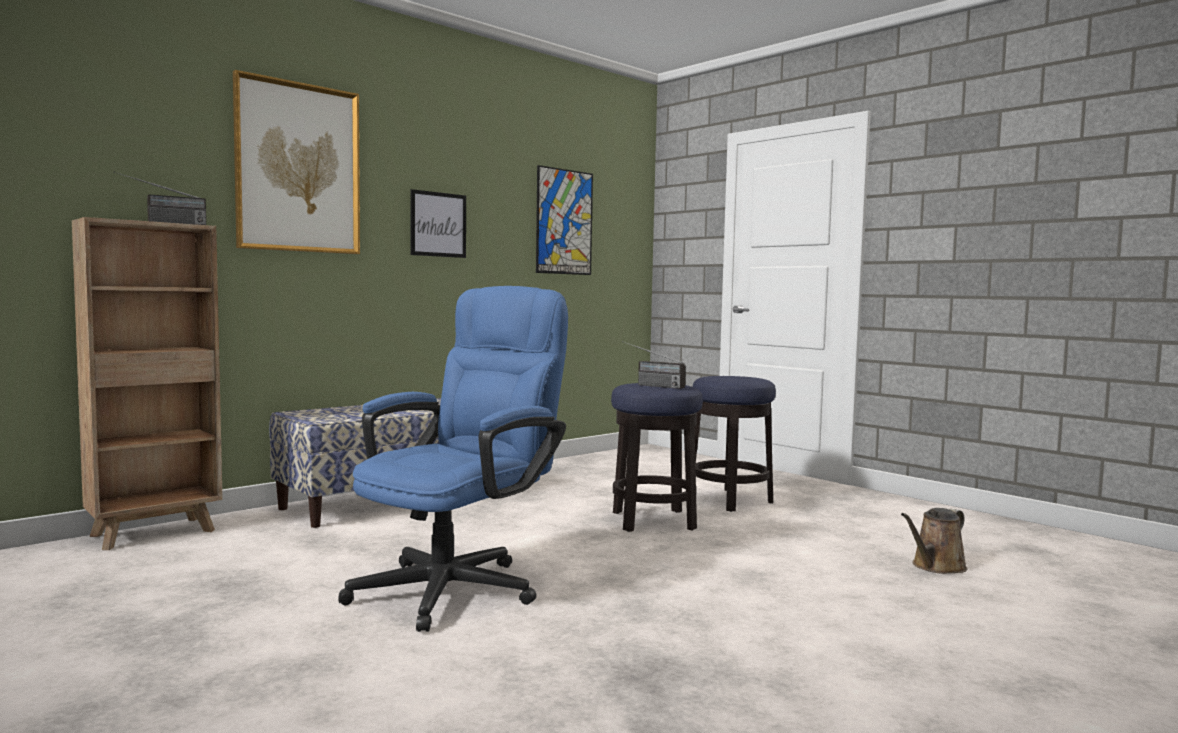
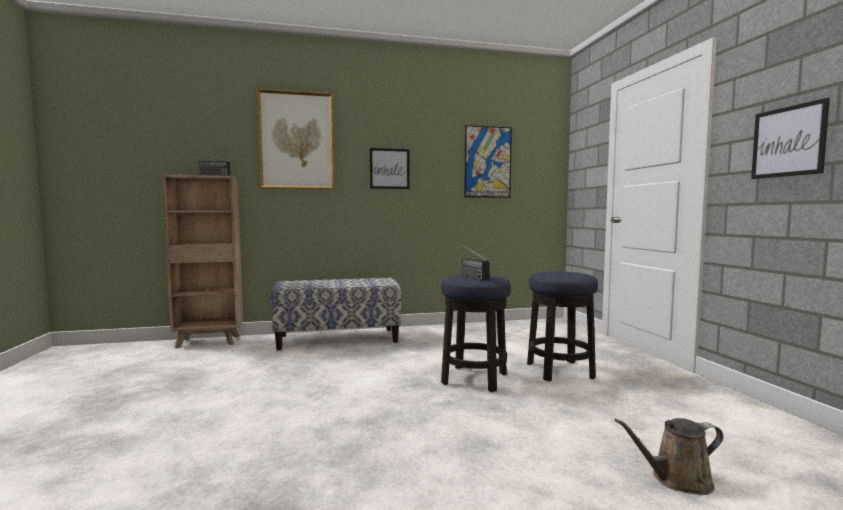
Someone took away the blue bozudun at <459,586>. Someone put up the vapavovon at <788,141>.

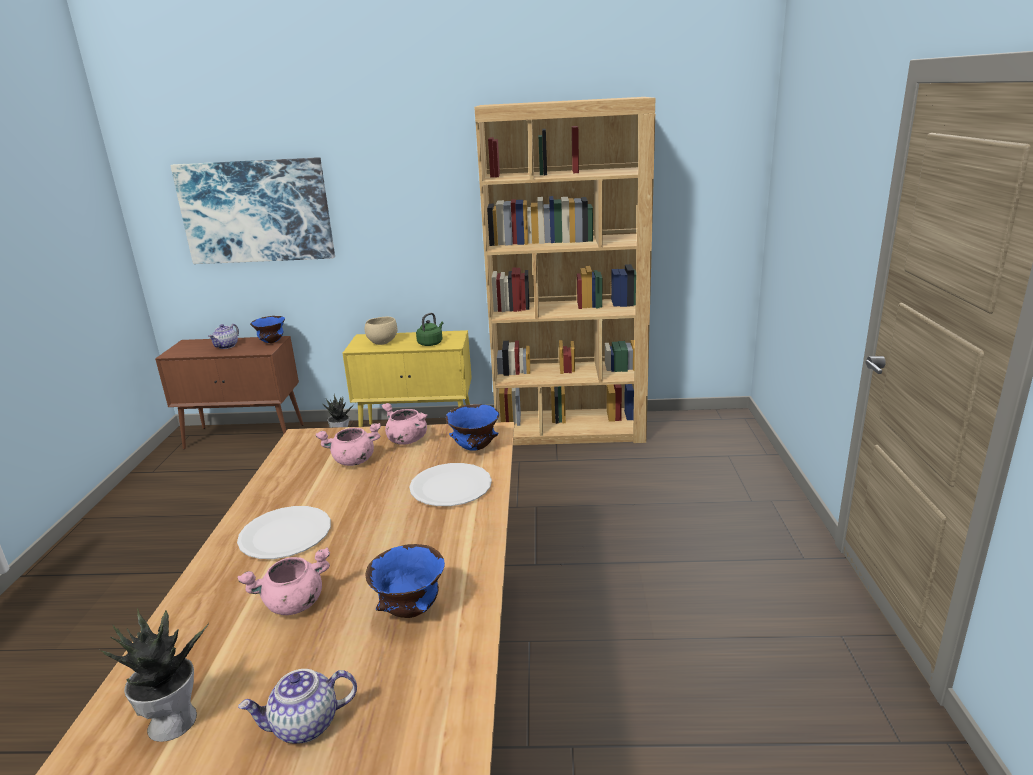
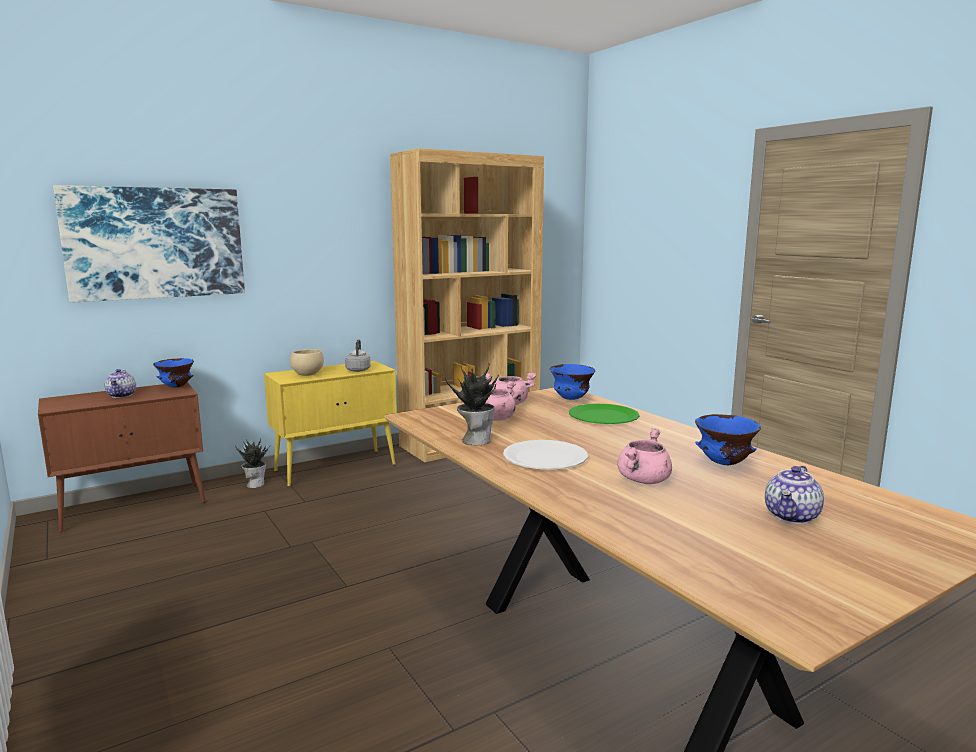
Someone carried the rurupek from <173,720> to <475,440>. Someone repainted the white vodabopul at <450,487>, which became the green vodabopul at <603,416>. Someone repainted the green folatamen at <431,343>, which became the grey folatamen at <358,370>.

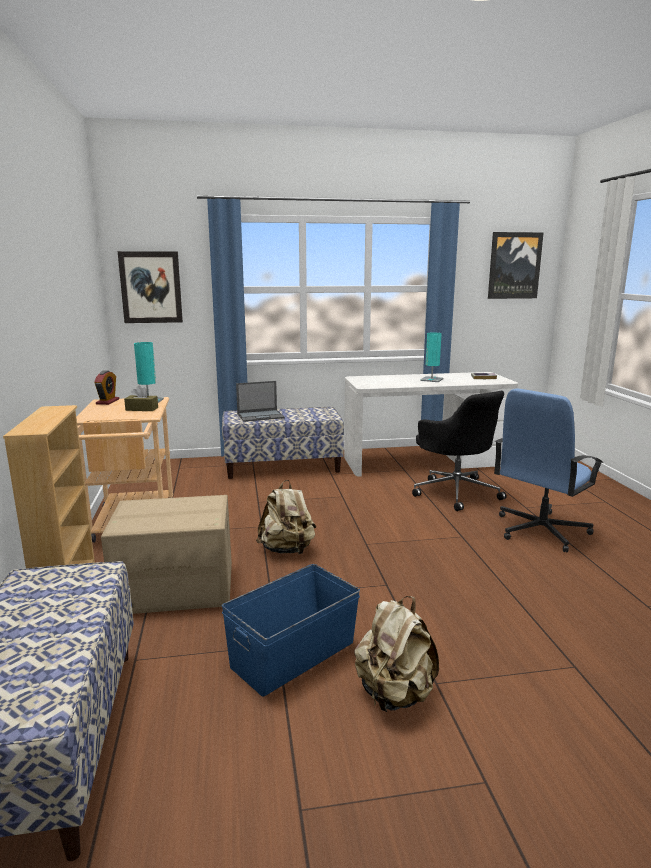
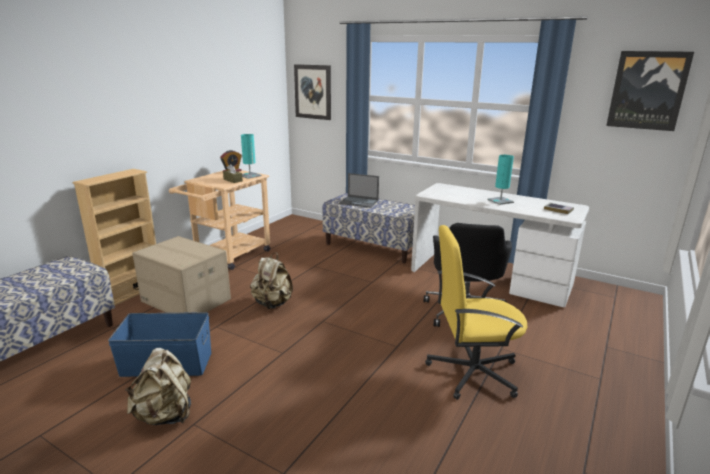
Someone repainted the blue bozudun at <540,530>, which became the yellow bozudun at <471,372>.

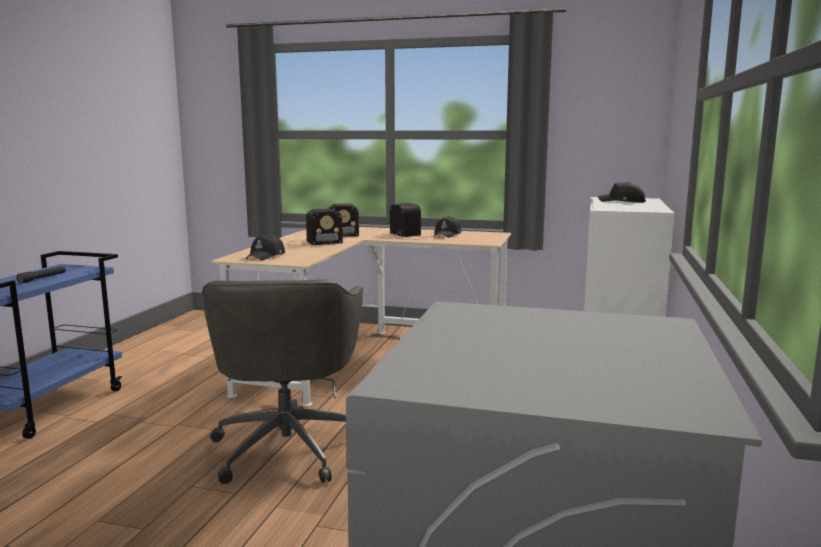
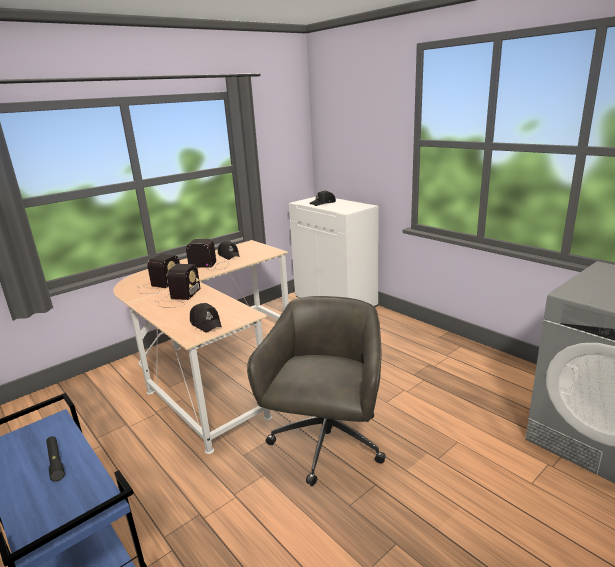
Someone rotated the grey bozudun at <288,446> by 105 degrees counterclockwise.

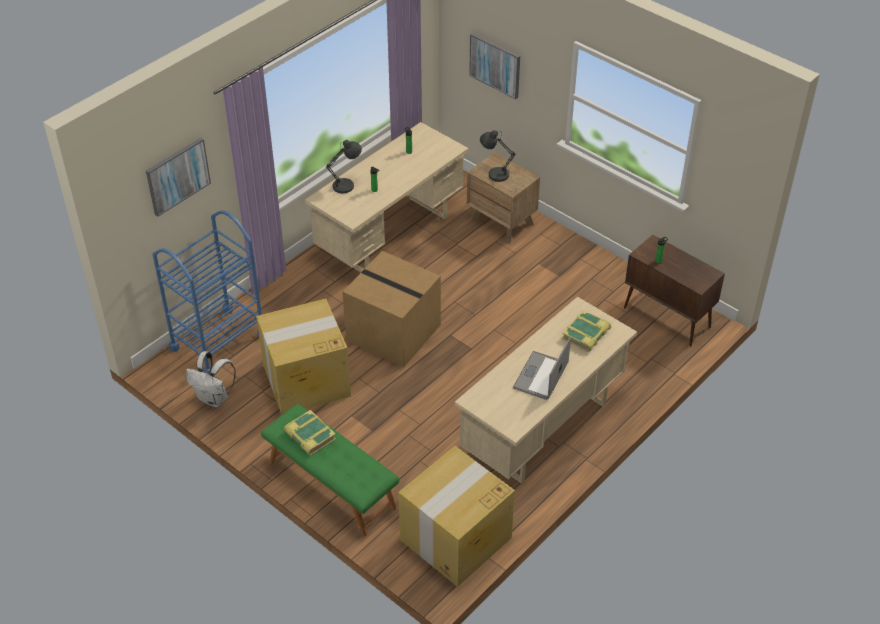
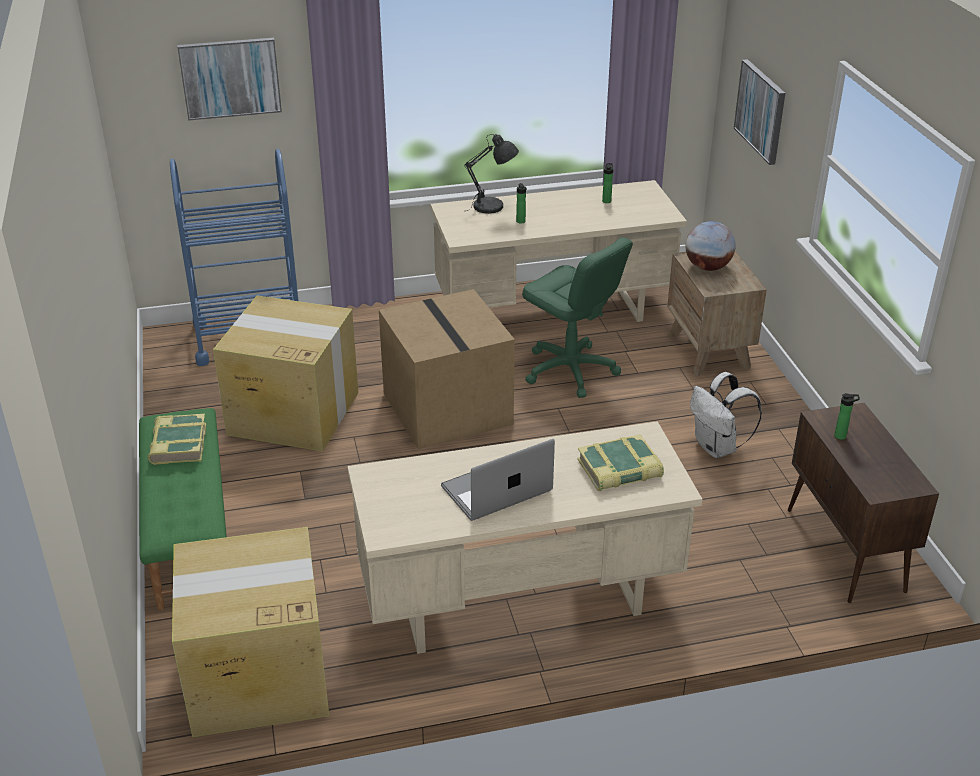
Someone put down the green bozudun at <570,370>. Someone carried the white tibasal from <214,398> to <718,448>. Someone swapped the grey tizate at <496,174> for the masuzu at <707,267>.

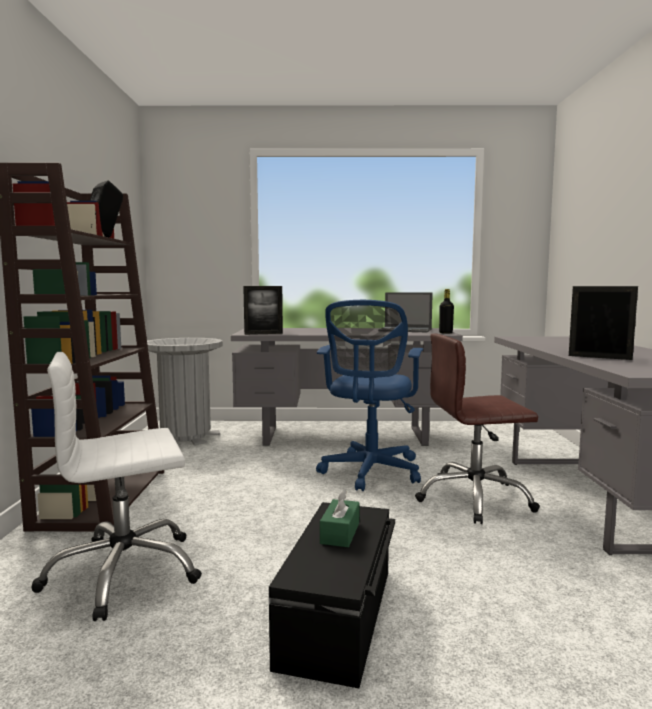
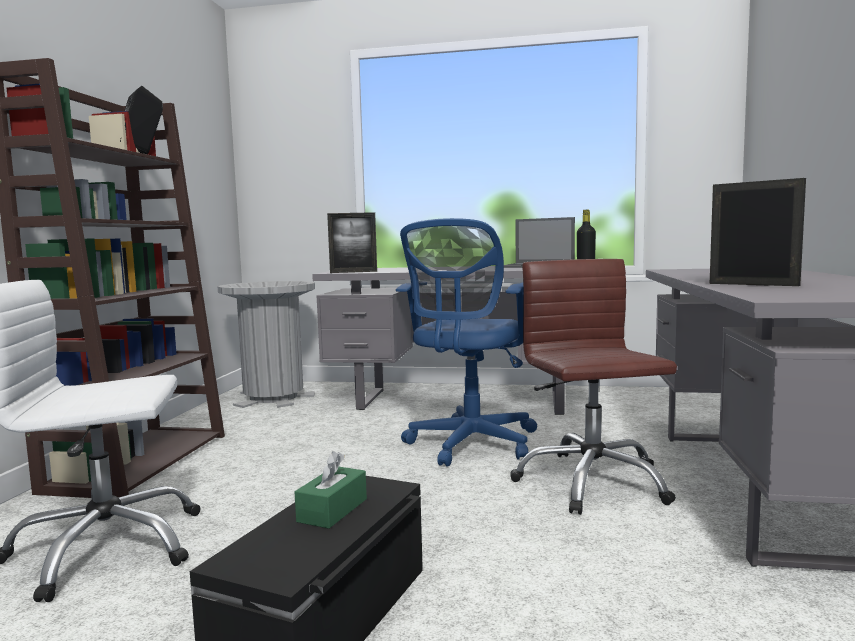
Someone rotated the brown bozudun at <474,499> by 75 degrees clockwise.

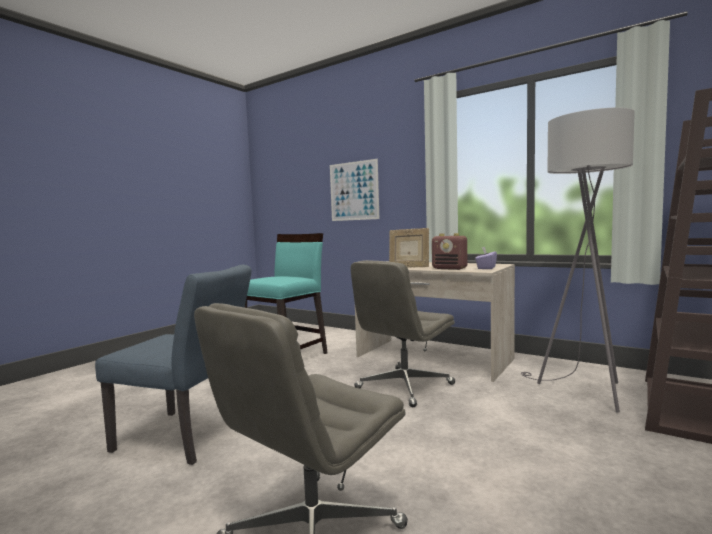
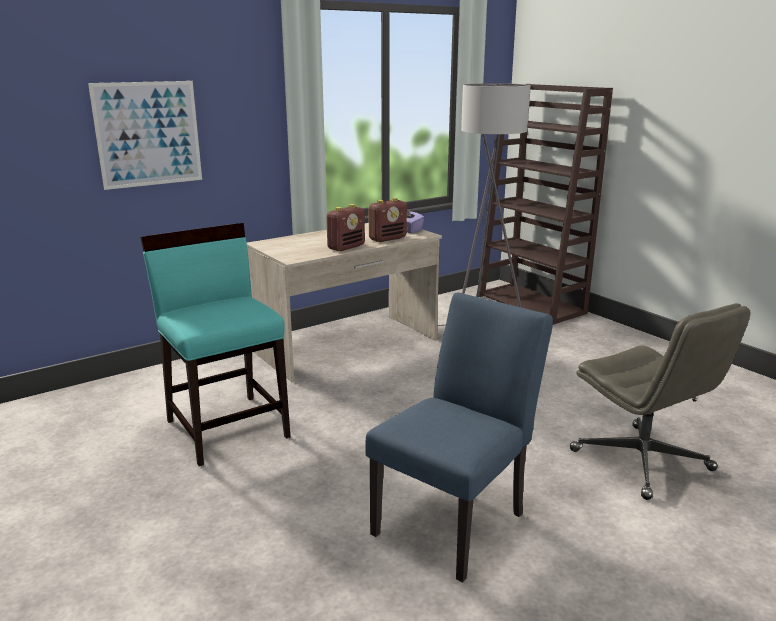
Someone took away the grey bozudun at <404,387>. Someone swapped the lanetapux at <409,267> for the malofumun at <346,247>.

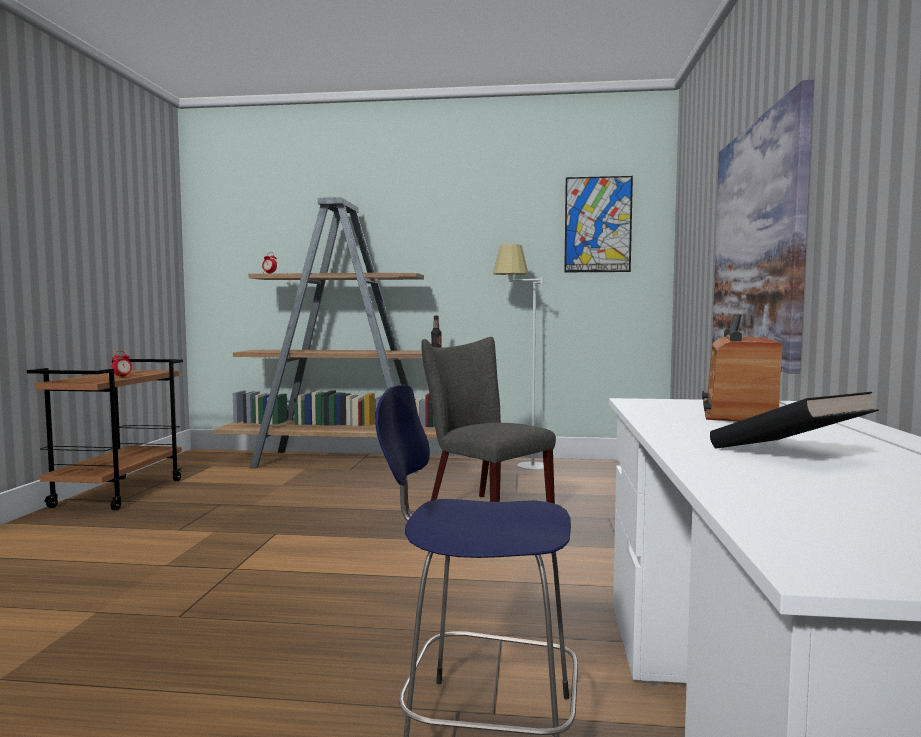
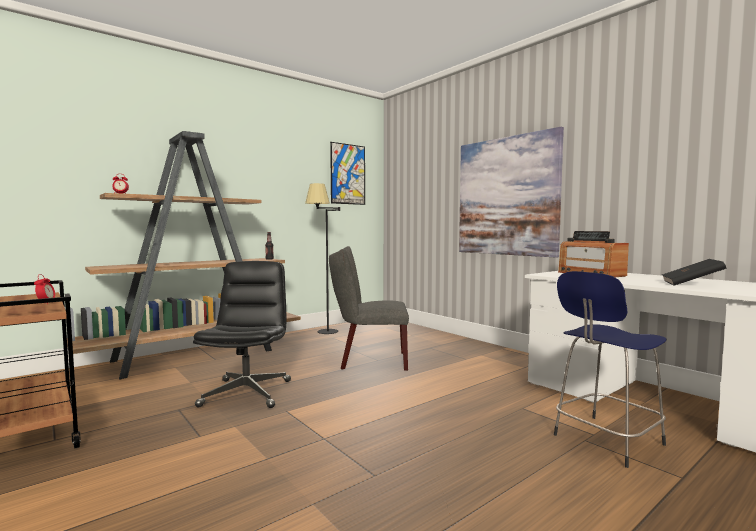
Someone put down the black bozudun at <247,393>. Someone repainted the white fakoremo at <520,467>, which became the black fakoremo at <323,333>.

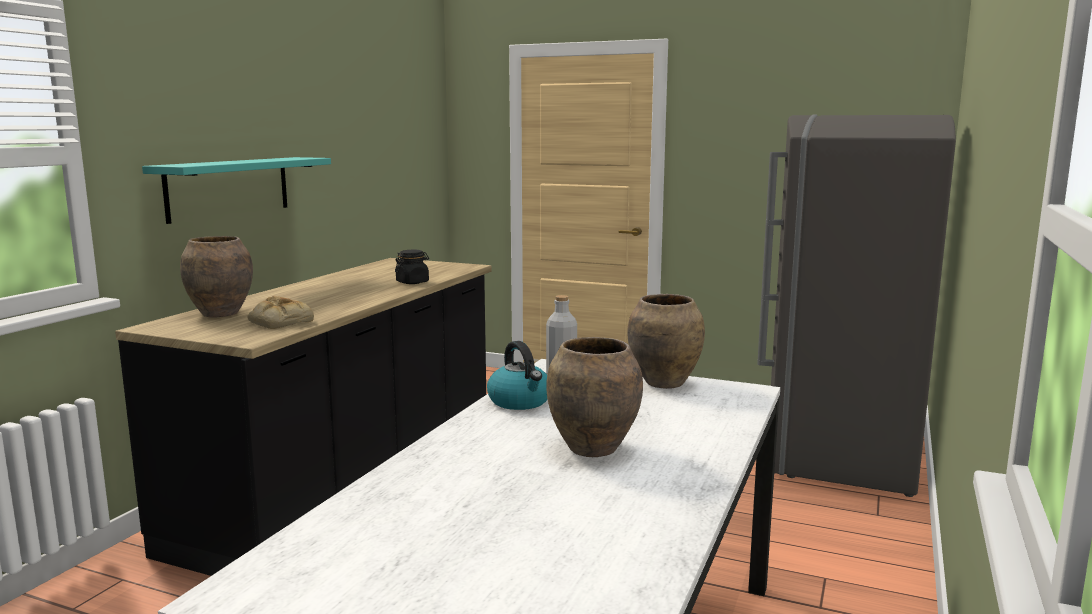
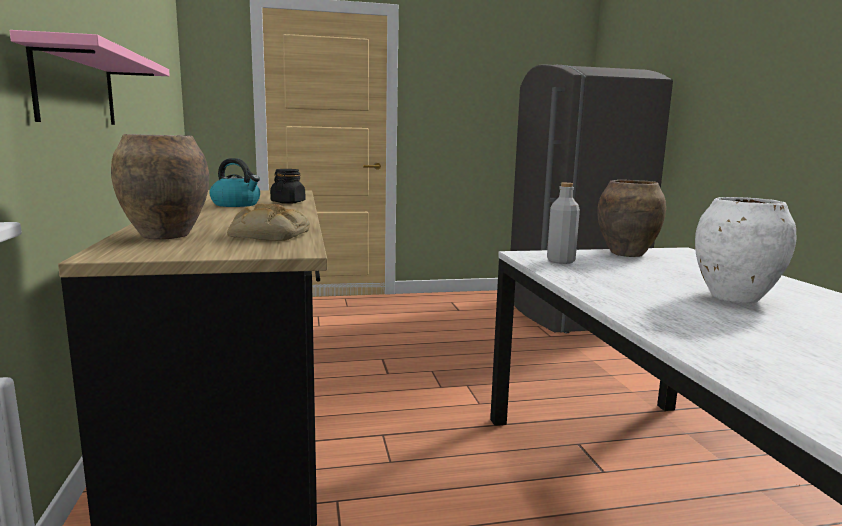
Someone carried the folatamen from <520,401> to <237,204>. Someone repainted the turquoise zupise at <229,188>, which became the pink zupise at <76,88>. Someone repainted the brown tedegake at <592,448>, which became the white tedegake at <733,297>.

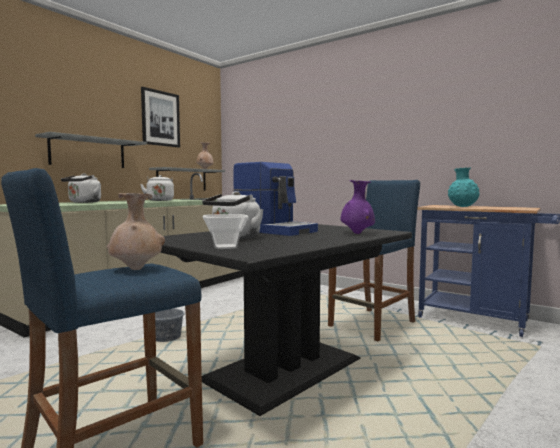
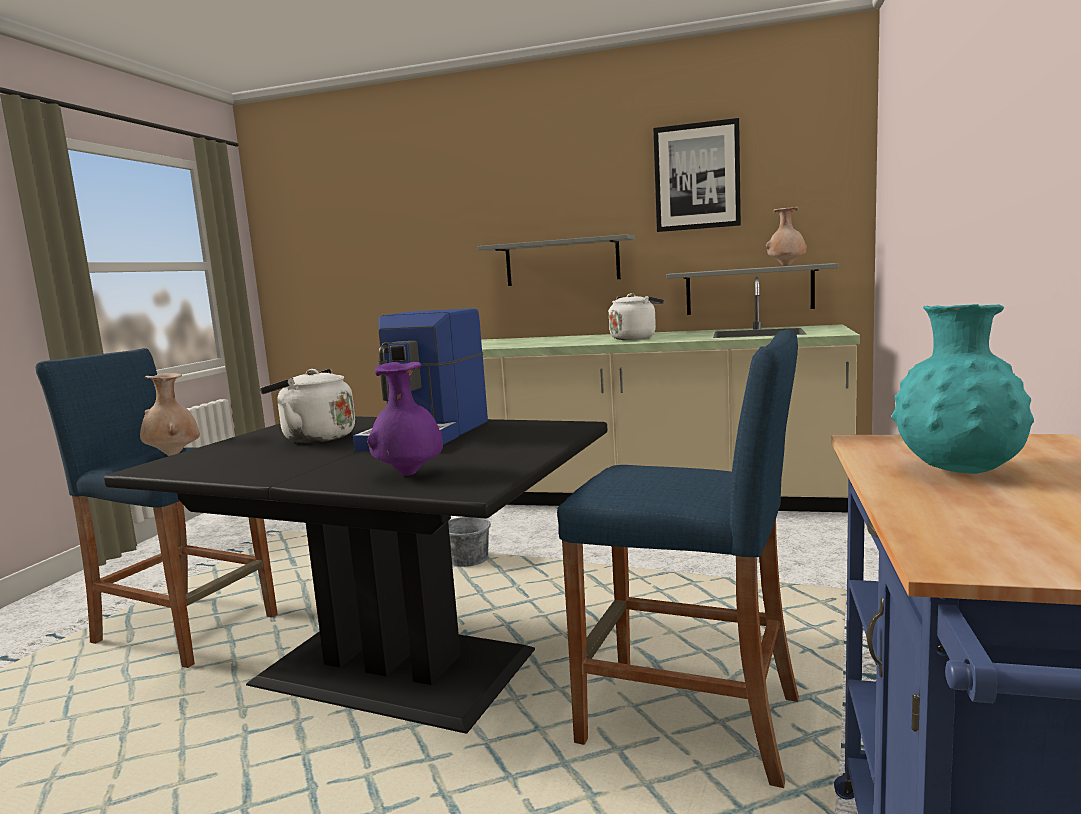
Someone took away the white folatamen at <83,202>. Someone took away the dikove at <224,247>.

